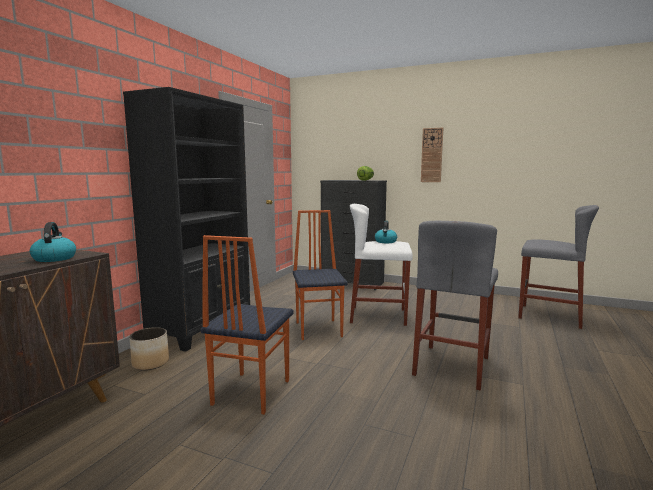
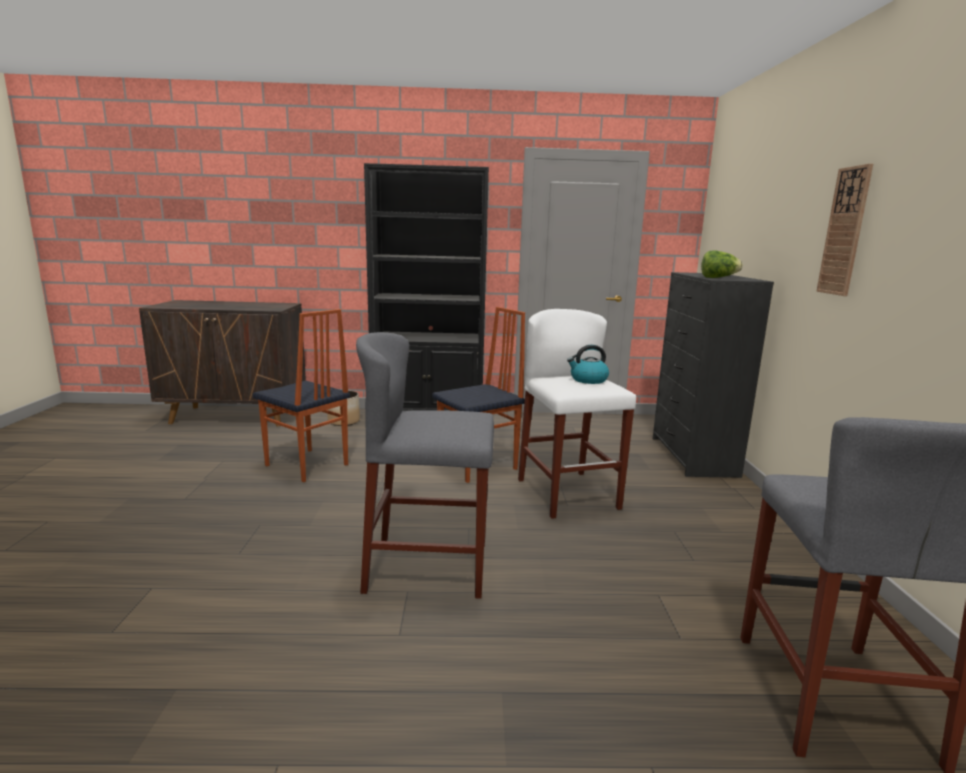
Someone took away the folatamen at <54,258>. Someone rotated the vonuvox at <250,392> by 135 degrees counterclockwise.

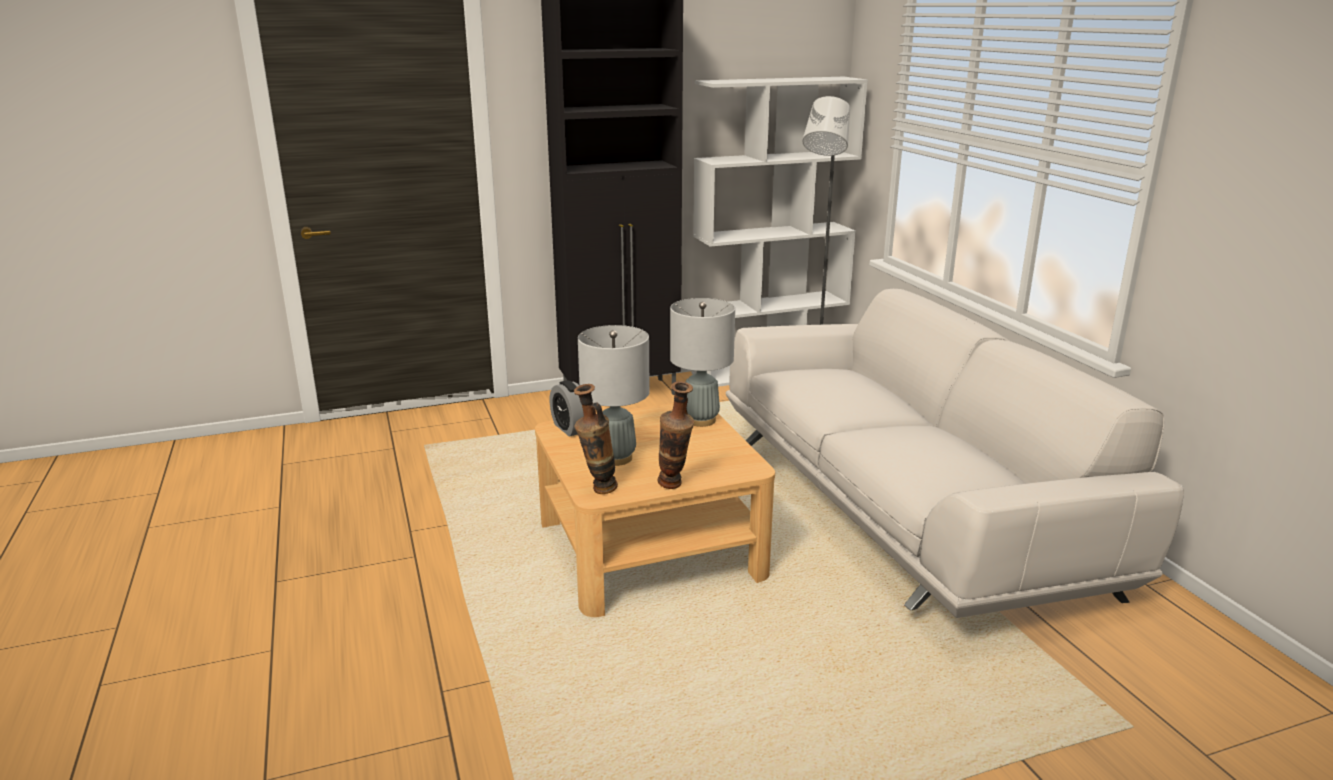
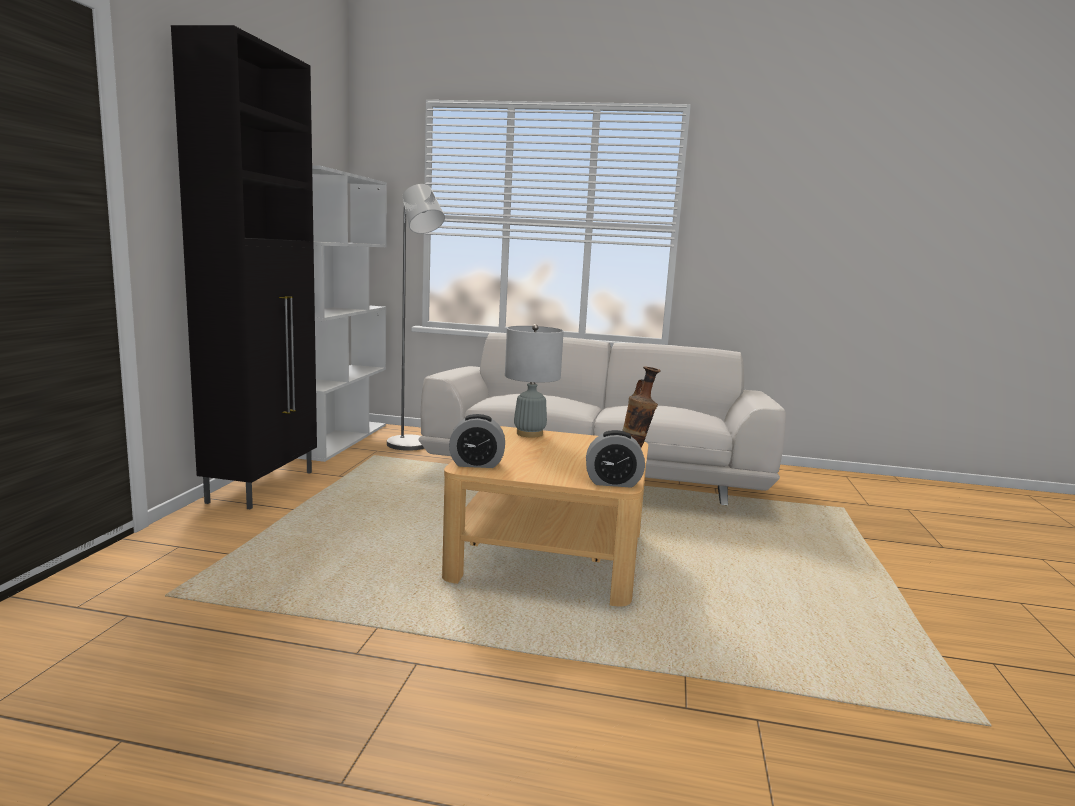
Someone took away the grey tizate at <616,458>. Someone swapped the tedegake at <597,491> for the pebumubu at <613,483>.

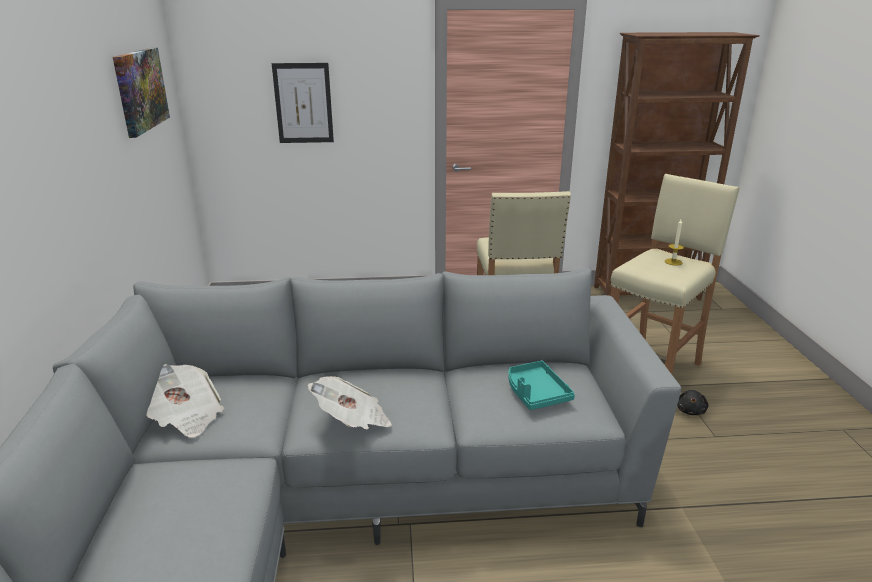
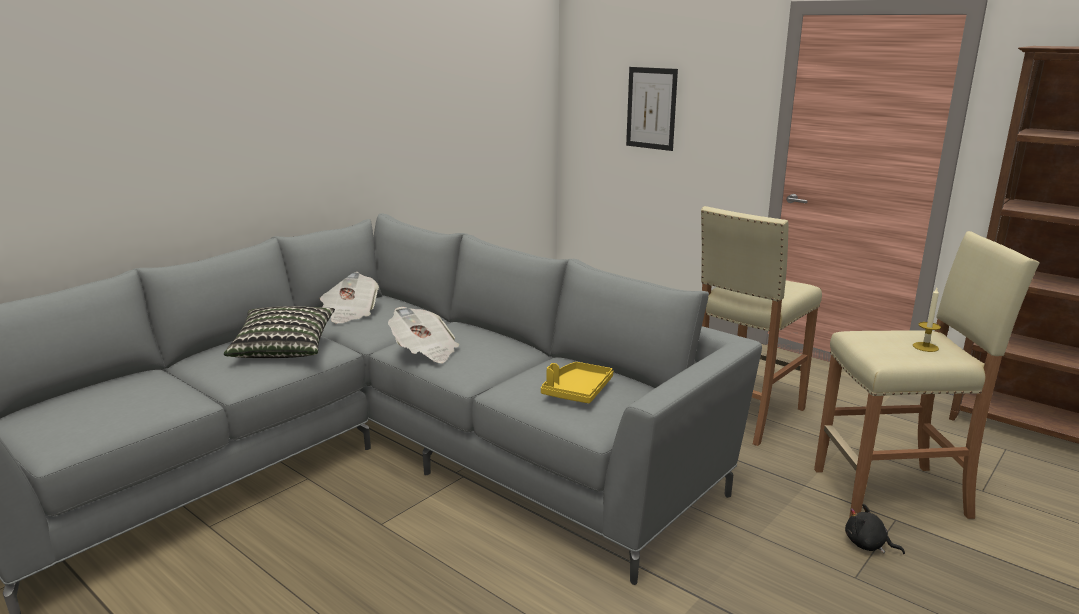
Someone took away the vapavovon at <140,90>. Someone put down the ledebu at <284,348>. Someone repainted the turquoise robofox at <536,393>, which became the yellow robofox at <577,391>. Someone rotated the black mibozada at <690,410> by 60 degrees clockwise.

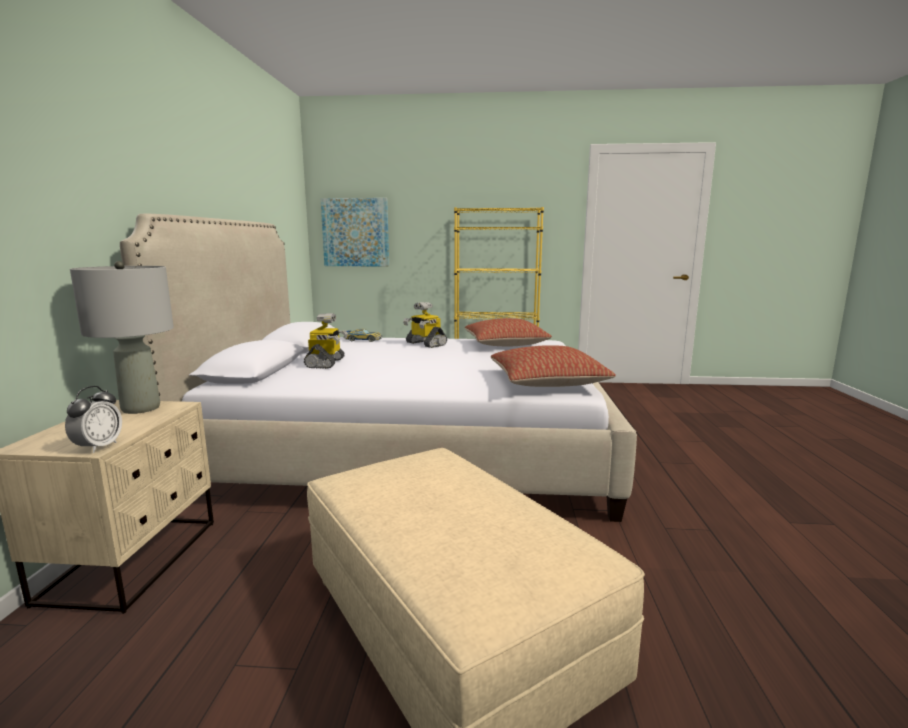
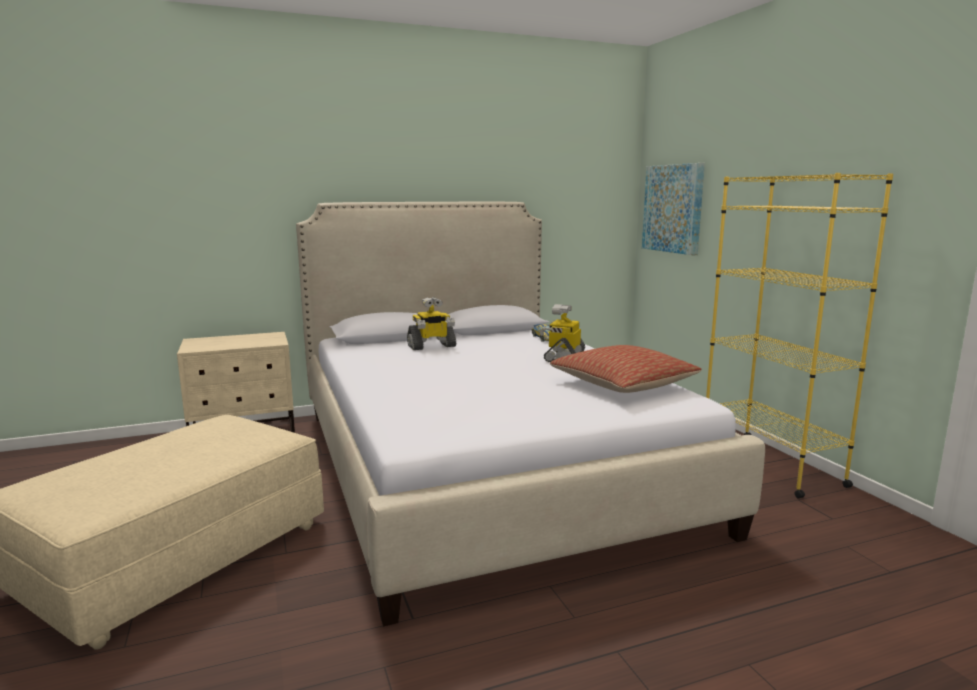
Someone took away the pebumubu at <98,447>. Someone took away the grey tizate at <141,408>. Someone took away the ledebu at <546,382>.

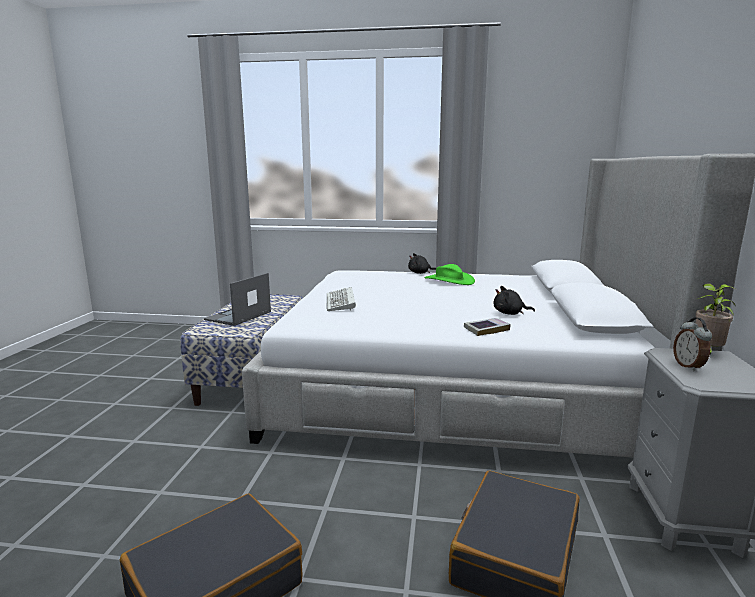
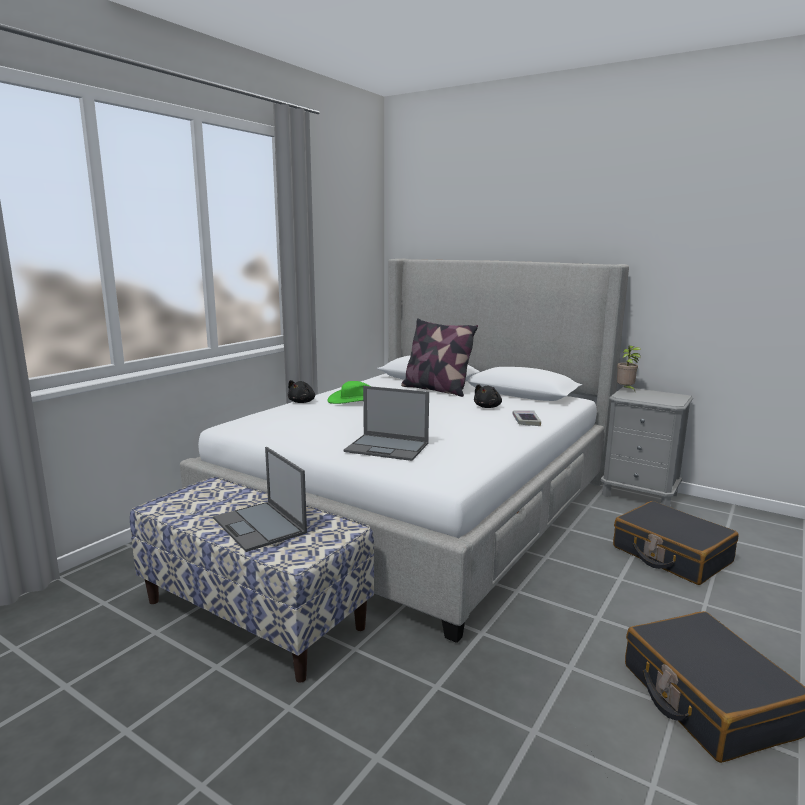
Someone took away the pebumubu at <689,366>. Someone put down the ledebu at <436,389>. Someone swapped the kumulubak at <341,302> for the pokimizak at <388,447>.

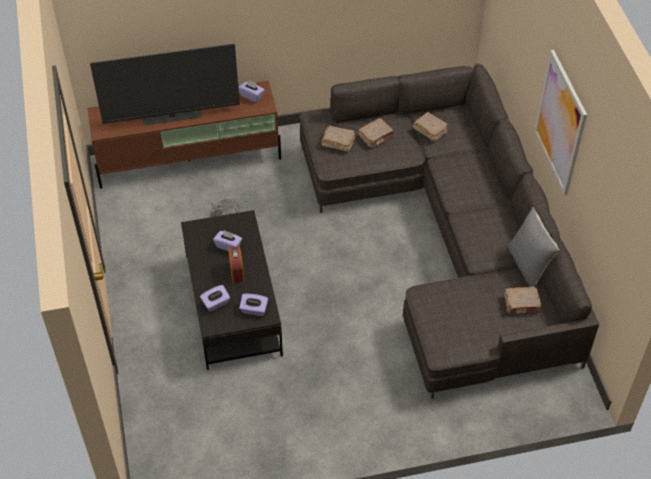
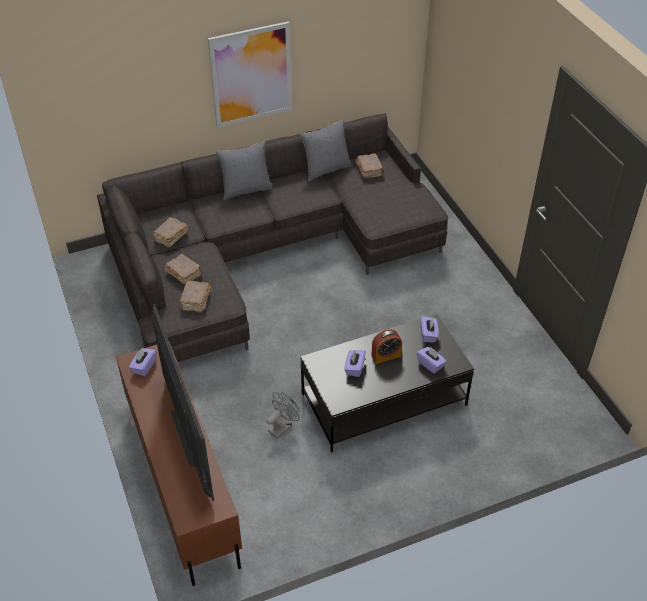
Someone put down the grey ledebu at <246,189>.

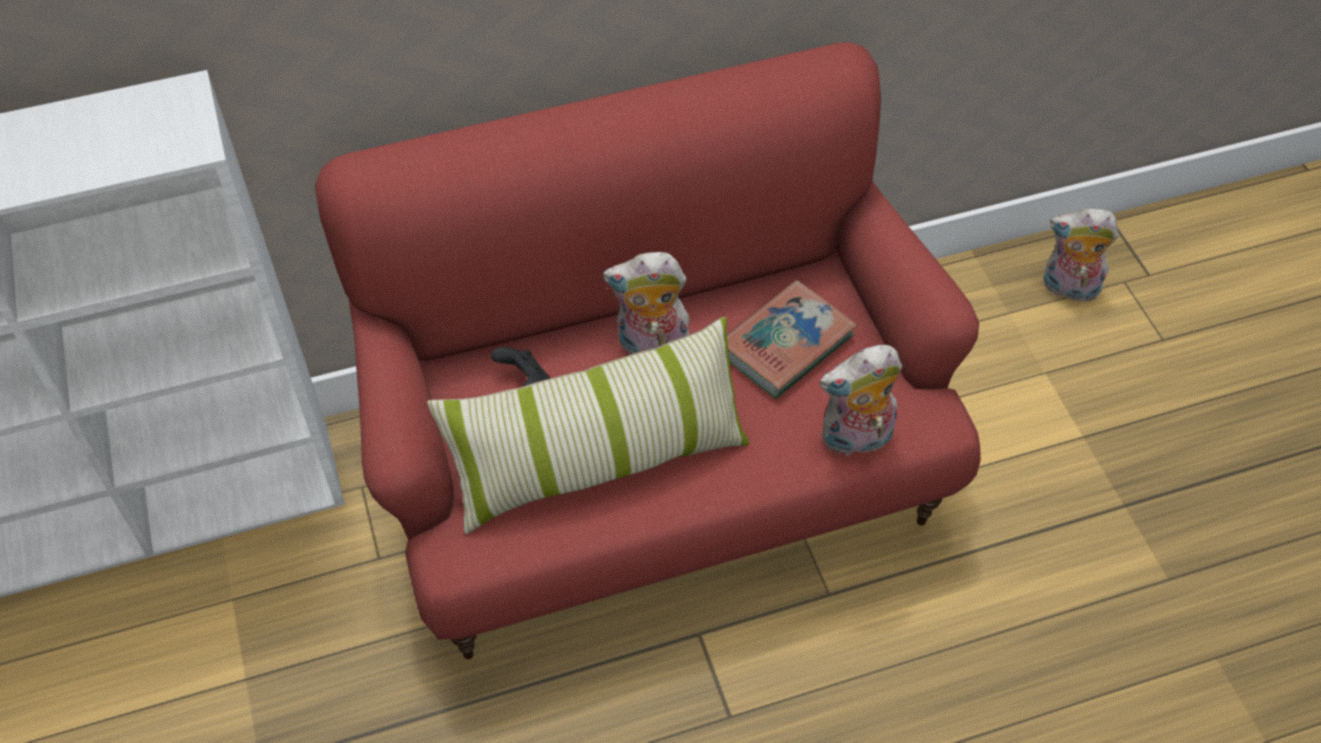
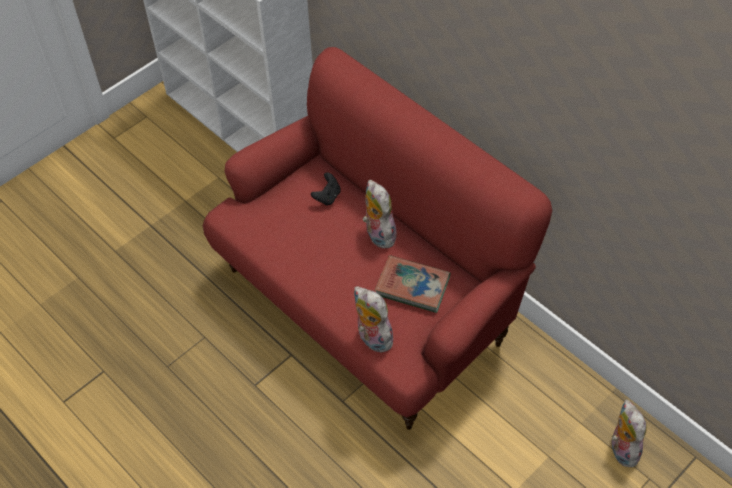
Someone took away the ledebu at <598,462>.

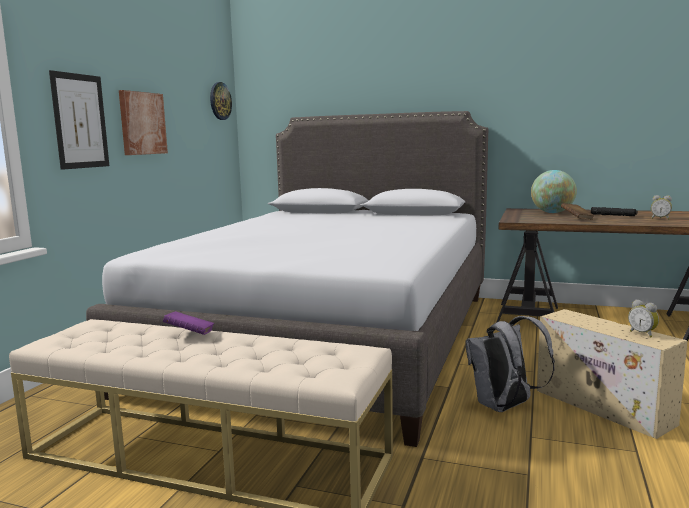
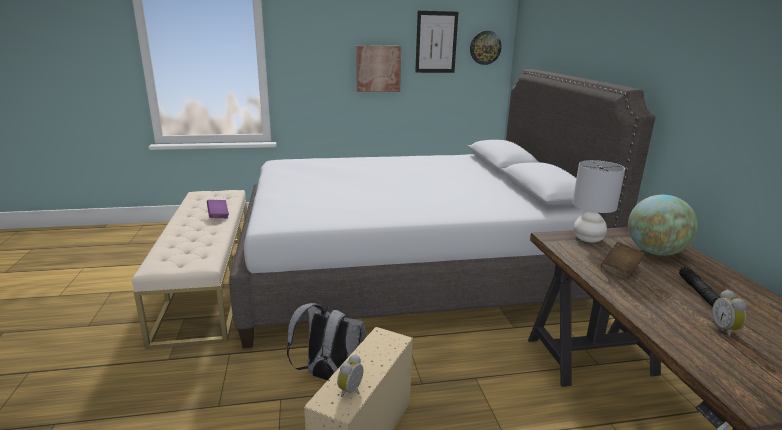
Someone put down the grey tizate at <588,239>. Someone carried the vapavovon from <80,121> to <436,42>.

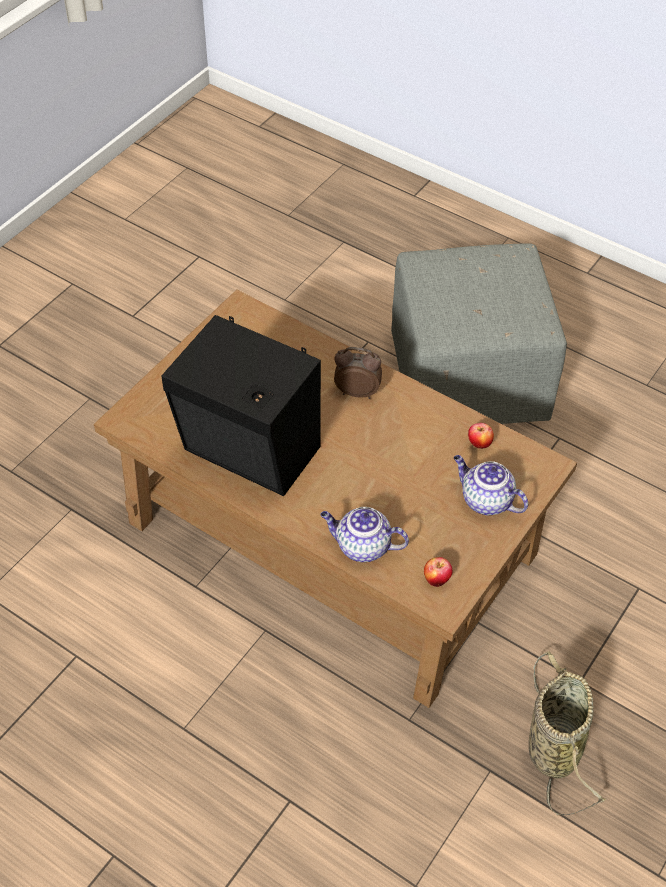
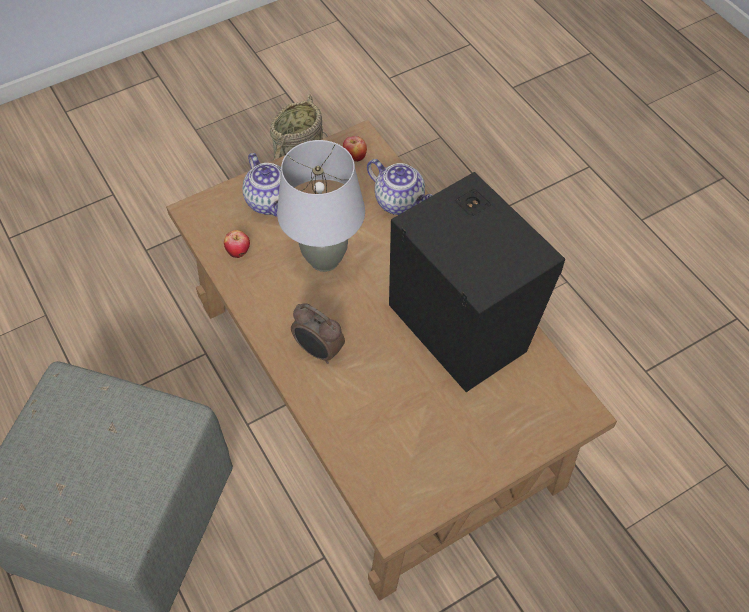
Someone put down the grey tizate at <324,259>.

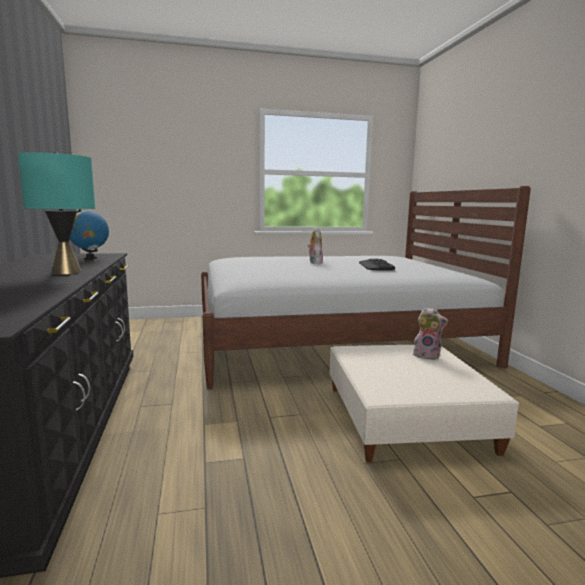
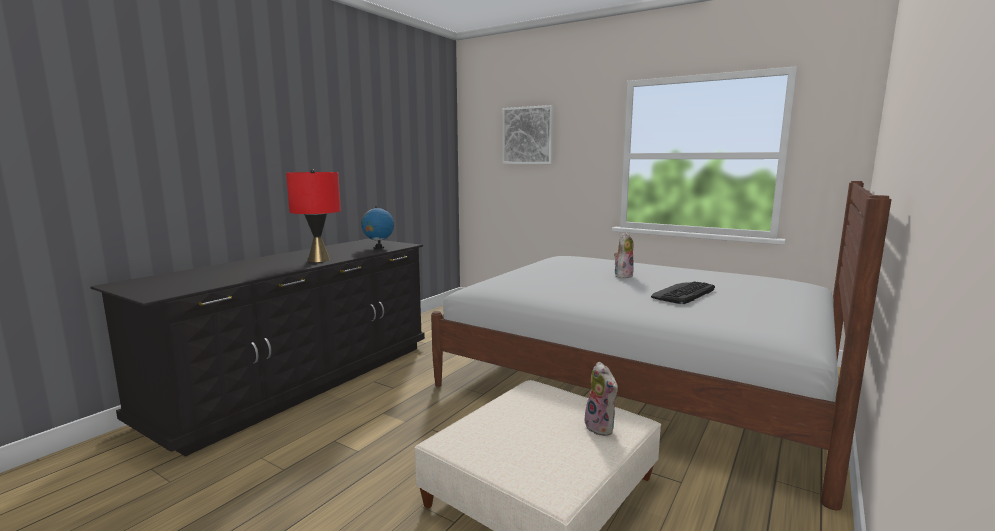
Someone put up the vapavovon at <528,135>. Someone repainted the turquoise tizate at <67,272>, which became the red tizate at <319,260>.

